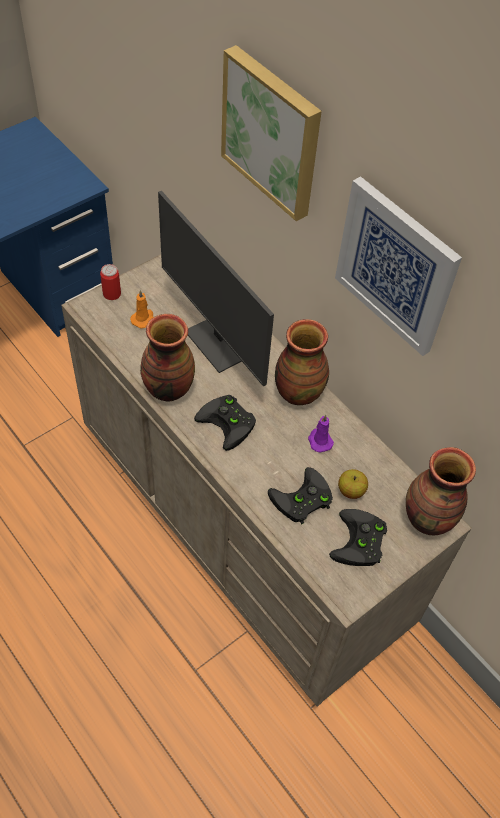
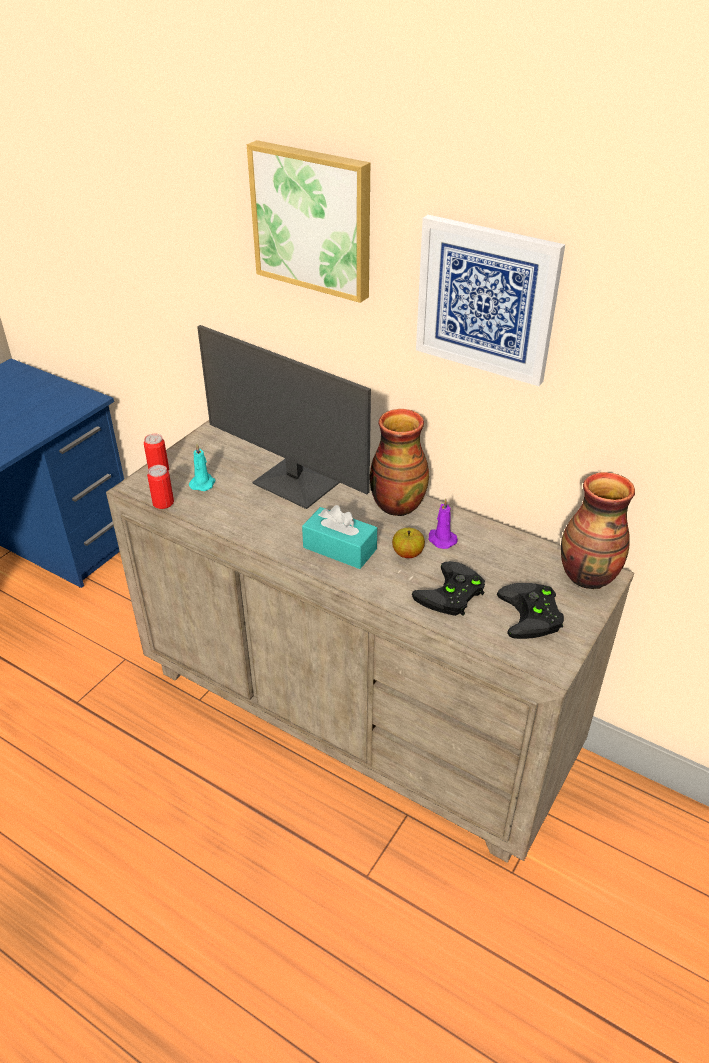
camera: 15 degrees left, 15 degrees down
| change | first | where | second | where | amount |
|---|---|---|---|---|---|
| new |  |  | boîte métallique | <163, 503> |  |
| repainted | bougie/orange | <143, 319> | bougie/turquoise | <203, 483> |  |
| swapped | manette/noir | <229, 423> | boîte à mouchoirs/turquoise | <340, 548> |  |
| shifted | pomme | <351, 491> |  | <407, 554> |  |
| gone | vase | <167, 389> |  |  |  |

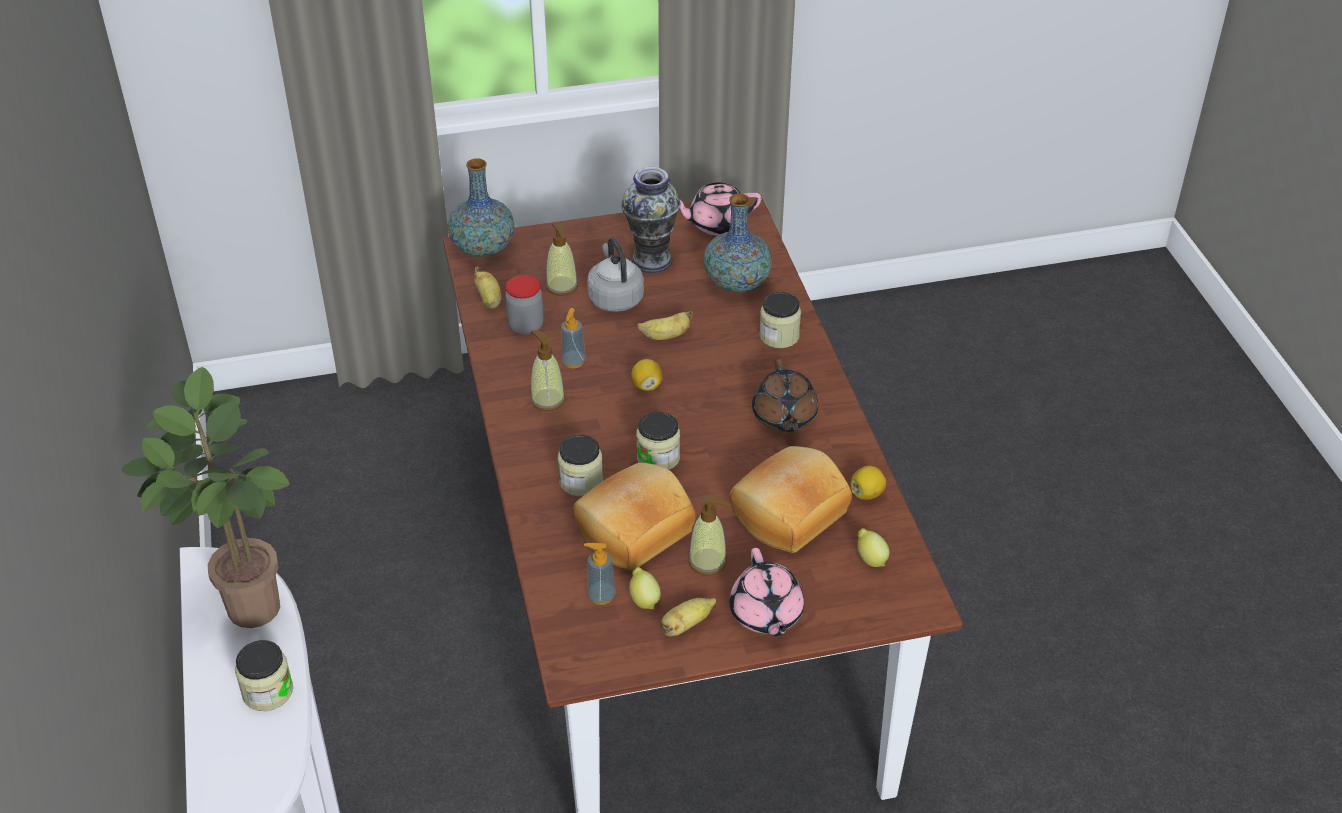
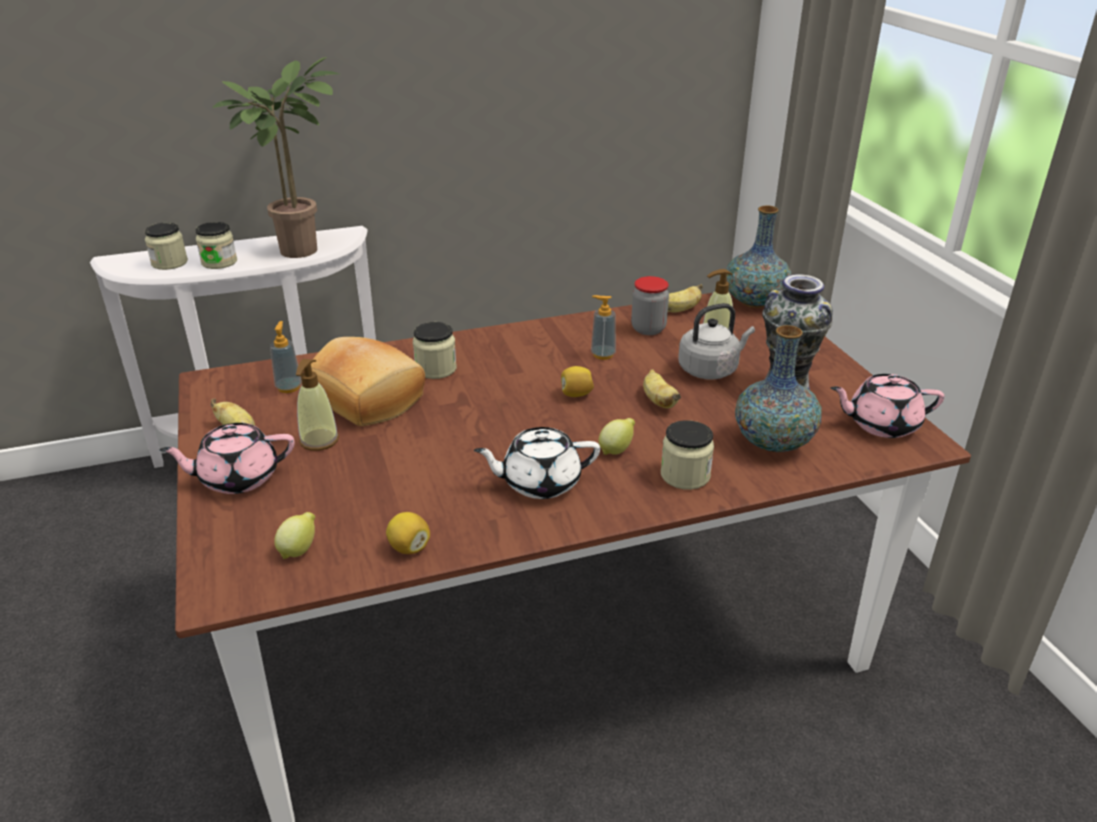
camera: 85 degrees right, 10 degrees down
| change | first | where | second | where | amount |
|---|---|---|---|---|---|
| shifted | bocal | <658, 458> |  | <169, 263> |  |
| repainted | théière/marron | <784, 417> | théière/blanc | <539, 482> |  |
| shifted | citron | <643, 599> |  | <616, 450> |  |
| rotated | théière/rose | <716, 223> |  | <881, 424> | 75 degrees counterclockwise |
| gone | distributeur de savon | <547, 399> |  |  |  |
| gone | pain | <787, 512> |  |  |  |

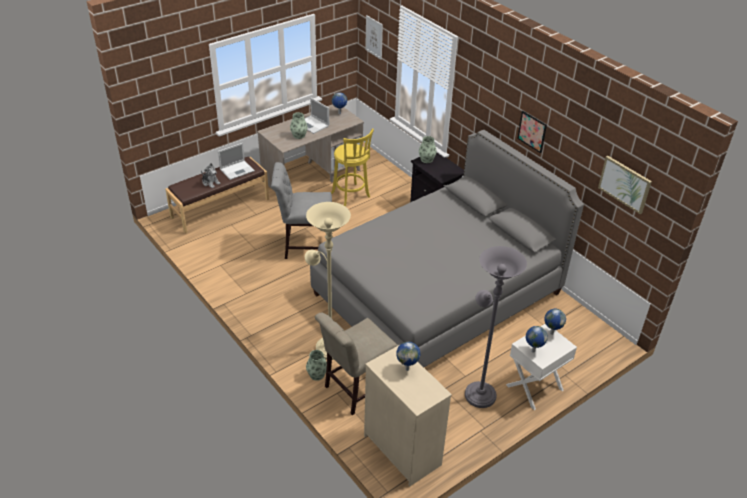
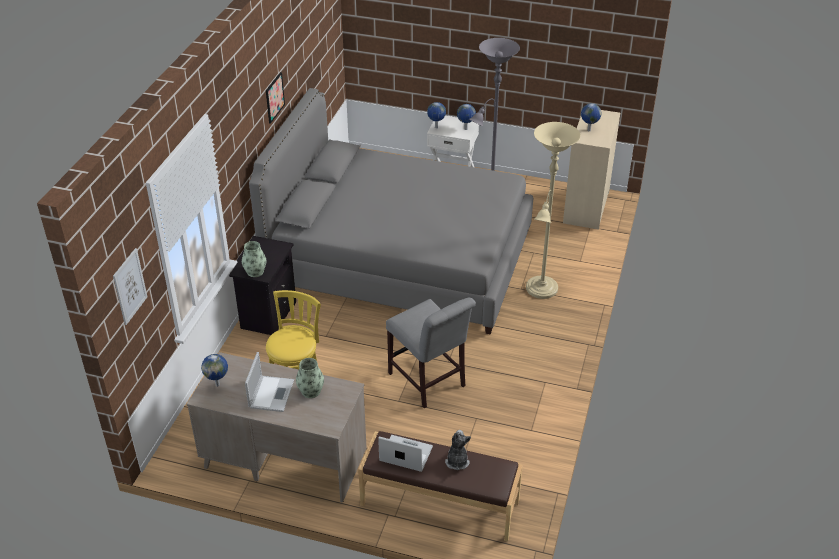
camera: 125 degrees left, 0 degrees up
| change | first | where | second | where | amount |
|---|---|---|---|---|---|
| gone | vase | <317, 375> |  |  |  |
| gone | chaise/beige | <356, 389> |  |  |  |
| gone | tableau | <625, 184> |  |  |  |

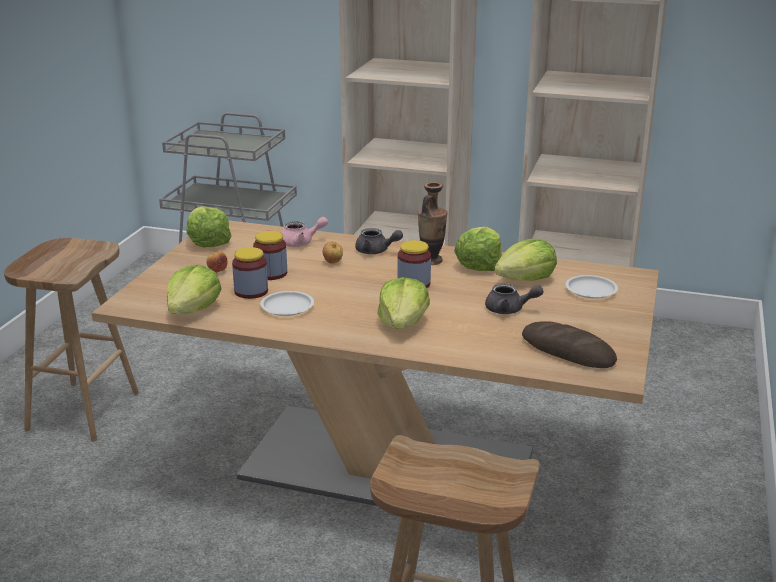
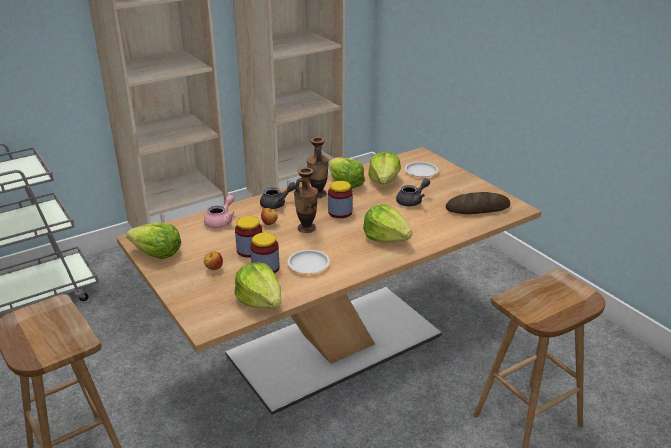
camera: 50 degrees left, 5 degrees up
| change | first | where | second | where | amount |
|---|---|---|---|---|---|
| new |  |  | vase | <306, 228> |  |

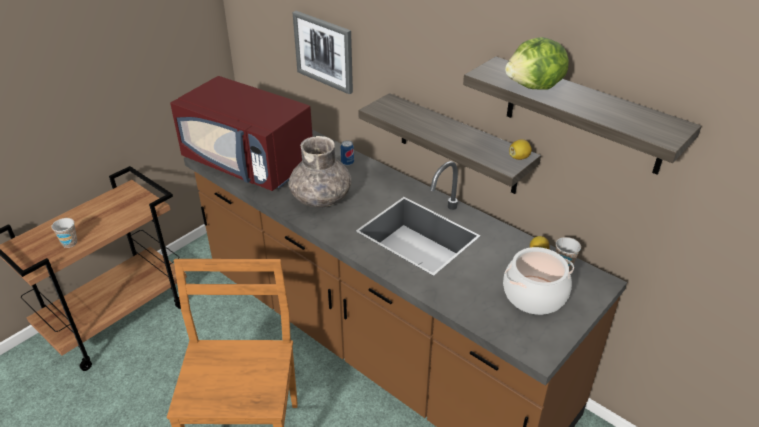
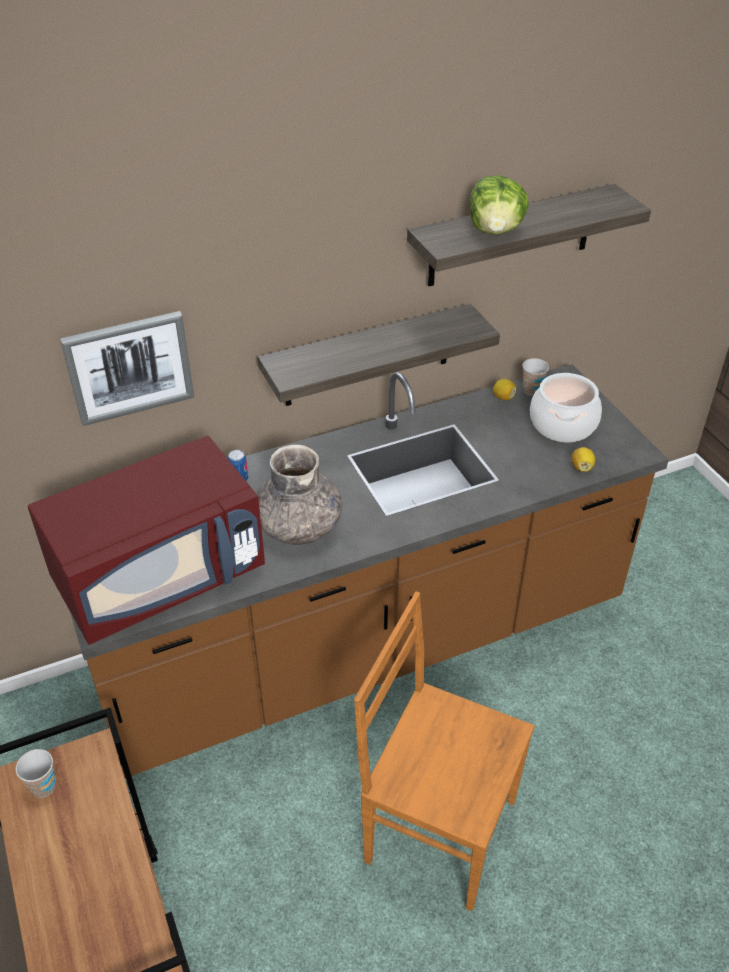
camera: 65 degrees left, 5 degrees up
| change | first | where | second | where | amount |
|---|---|---|---|---|---|
| shifted | tasse | <70, 243> |  | <43, 787> |  |
| shifted | citron | <519, 157> |  | <581, 467> |  |

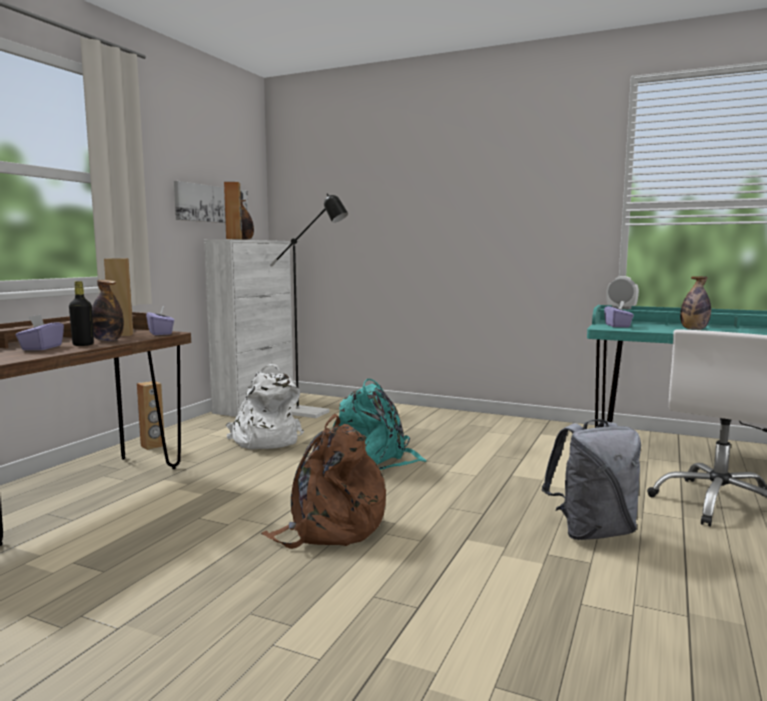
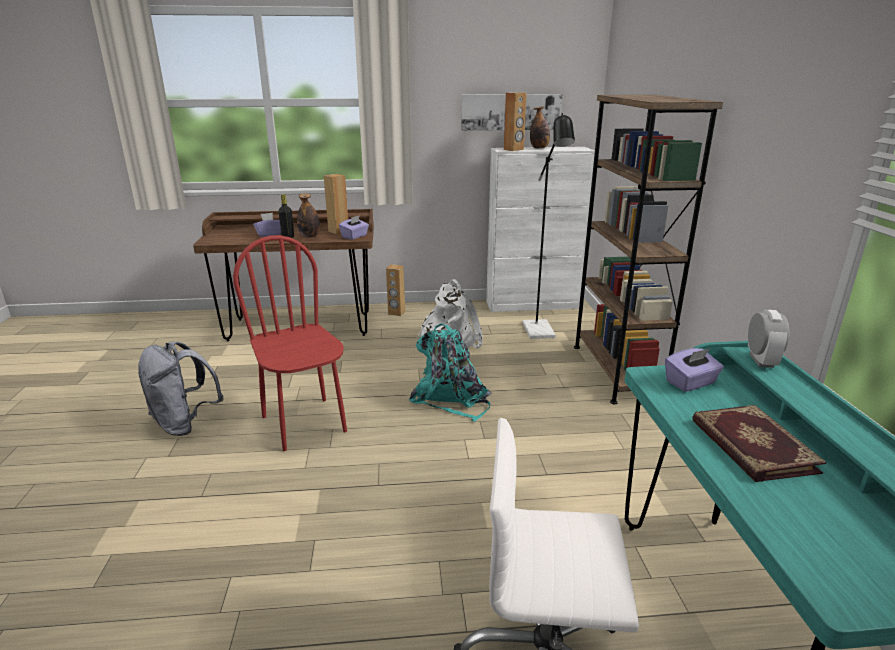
camera: 60 degrees right, 15 degrees up
| change | first | where | second | where | amount |
|---|---|---|---|---|---|
| shifted | sac à dos/gris | <592, 532> |  | <185, 424> |  |
| swapped | sac à dos/marron | <330, 528> | chaise/rouge | <304, 423> |  |
| new |  |  | bibliothèque/marron | <616, 371> |  |
| swapped | bouteille | <694, 329> | livre | <751, 446> |  |

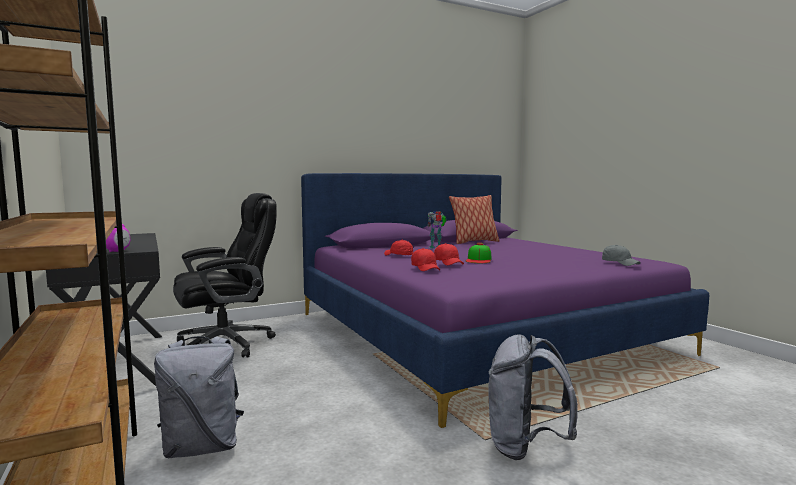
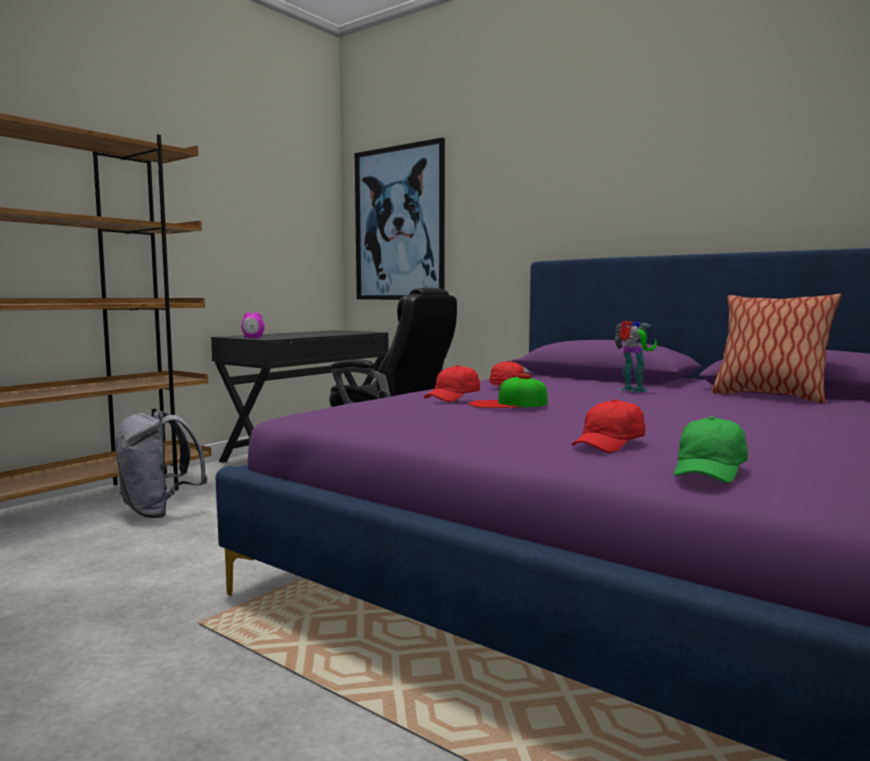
camera: 65 degrees right, 0 degrees up
| change | first | where | second | where | amount |
|---|---|---|---|---|---|
| new |  |  | tableau | <399, 224> |  |
| shifted | casquette/rouge | <425, 268> |  | <609, 444> |  |
| repainted | casquette/gris | <620, 263> | casquette/vert | <709, 471> |  |
| gone | sac à dos/gris | <525, 447> |  |  |  |

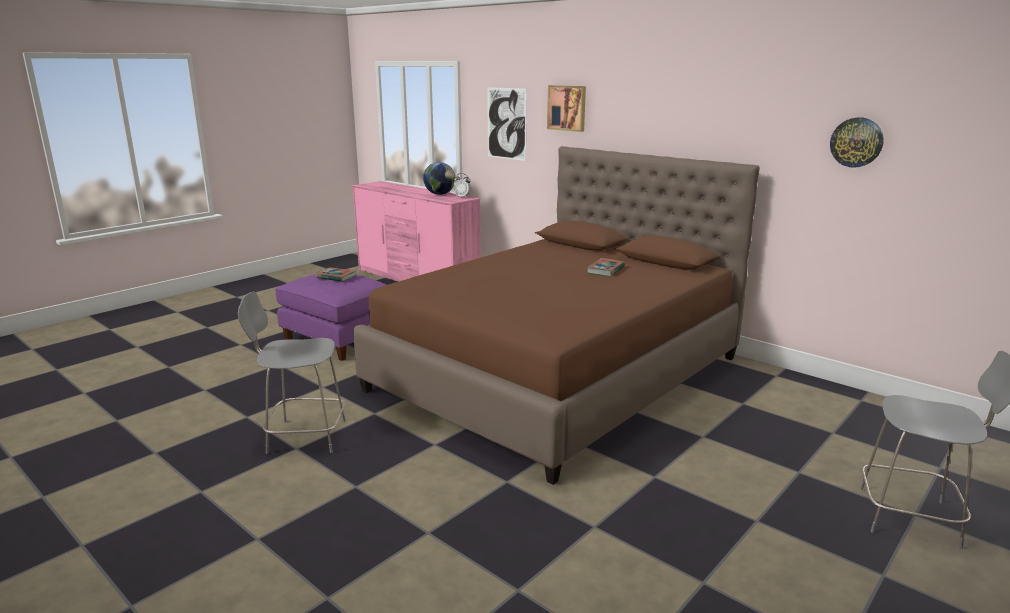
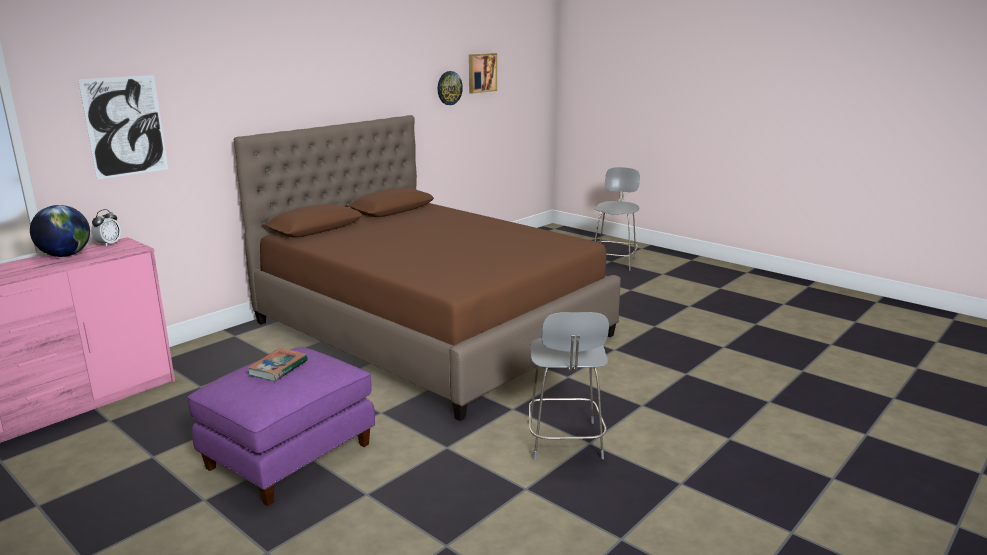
camera: 90 degrees left, 0 degrees up
| change | first | where | second | where | amount |
|---|---|---|---|---|---|
| shifted | tableau | <567, 108> |  | <481, 73> |  |
| gone | livre | <605, 270> |  |  |  |

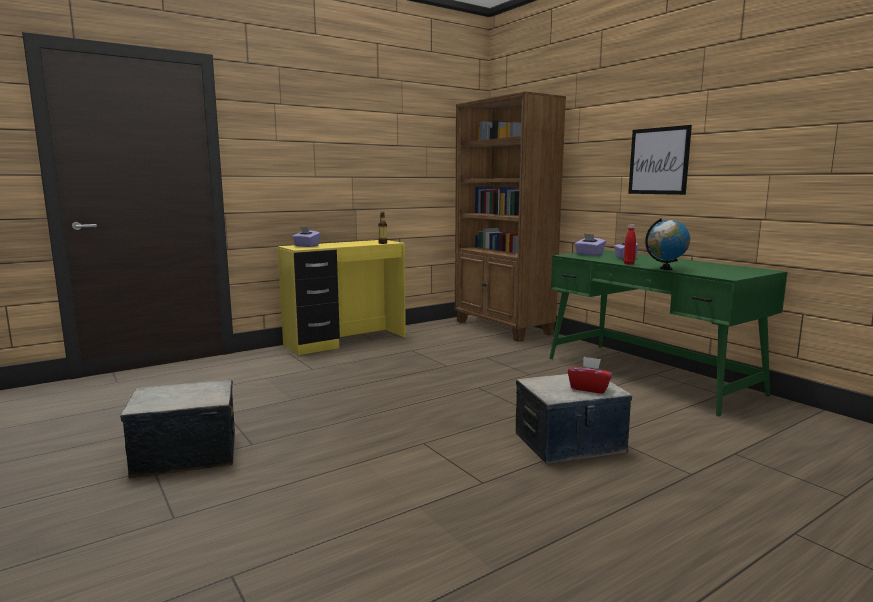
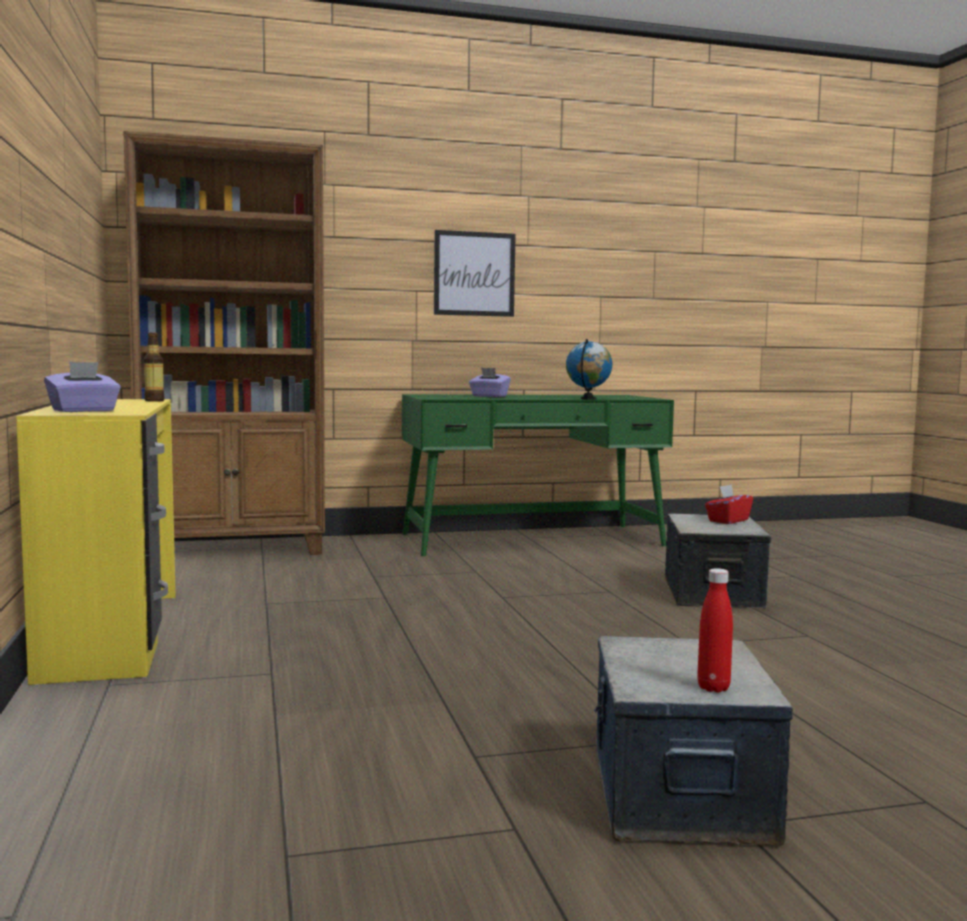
camera: 70 degrees left, 5 degrees down
| change | first | where | second | where | amount |
|---|---|---|---|---|---|
| shifted | bouteille/rouge | <628, 264> |  | <713, 688> |  |
| gone | boîte à mouchoirs/violet | <589, 254> |  |  |  |

